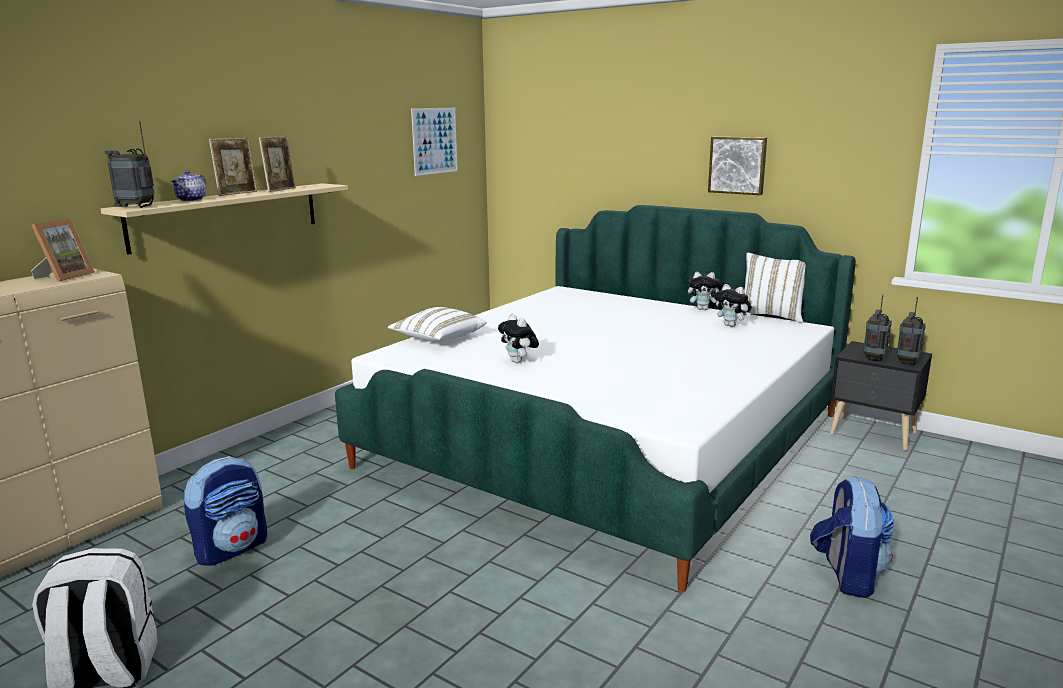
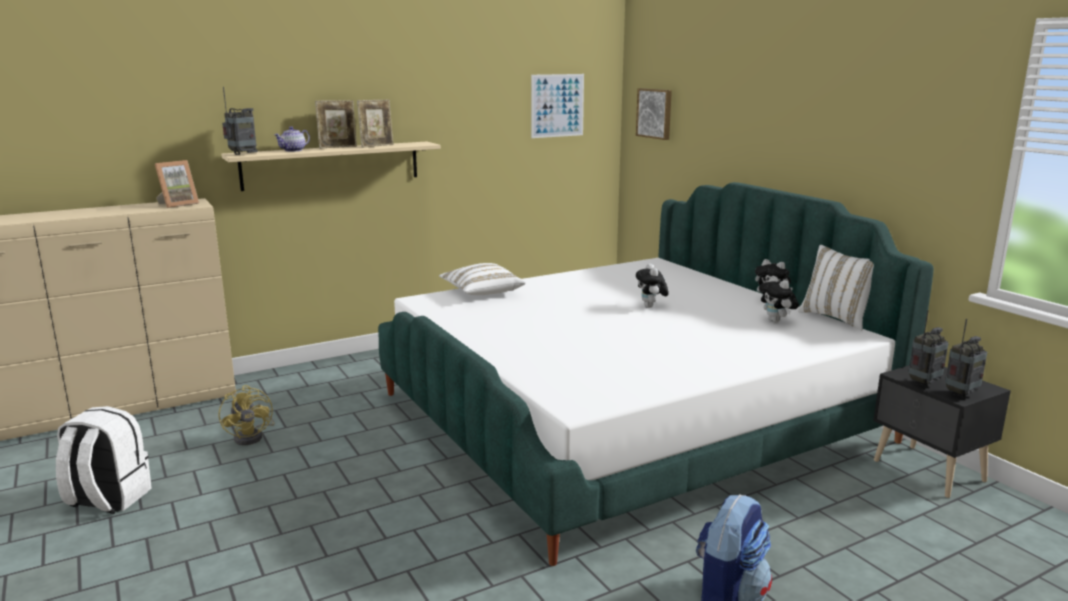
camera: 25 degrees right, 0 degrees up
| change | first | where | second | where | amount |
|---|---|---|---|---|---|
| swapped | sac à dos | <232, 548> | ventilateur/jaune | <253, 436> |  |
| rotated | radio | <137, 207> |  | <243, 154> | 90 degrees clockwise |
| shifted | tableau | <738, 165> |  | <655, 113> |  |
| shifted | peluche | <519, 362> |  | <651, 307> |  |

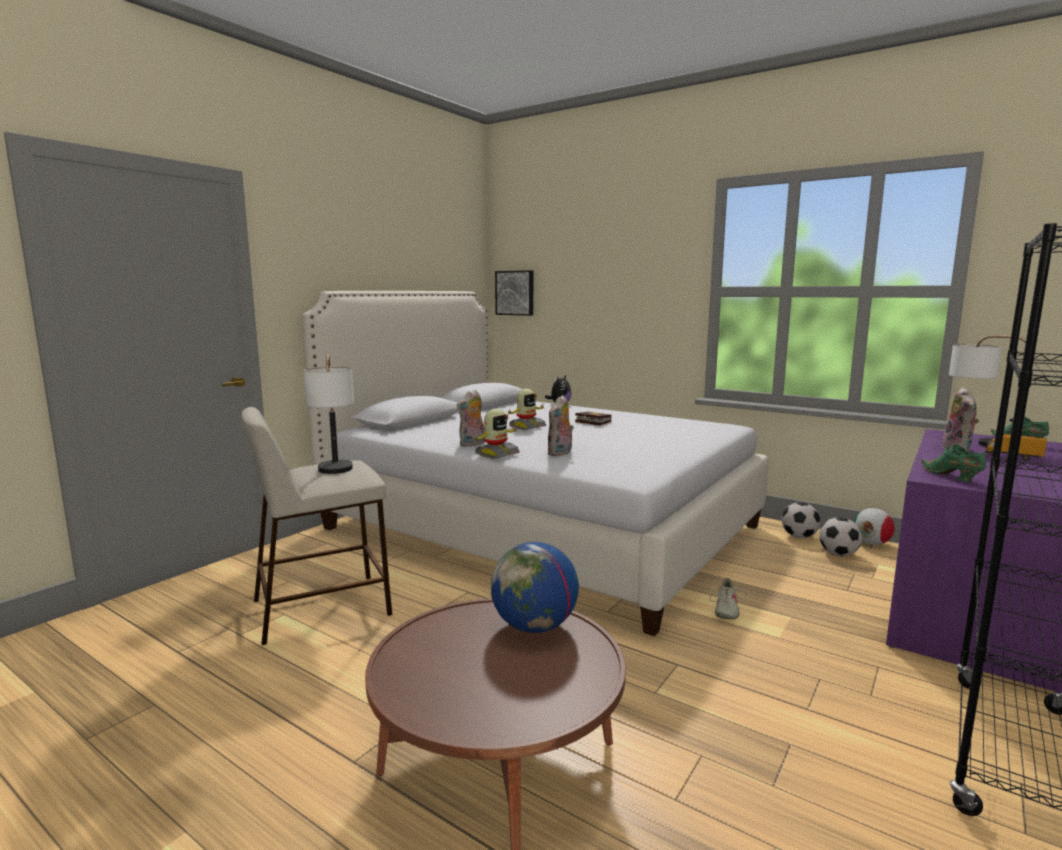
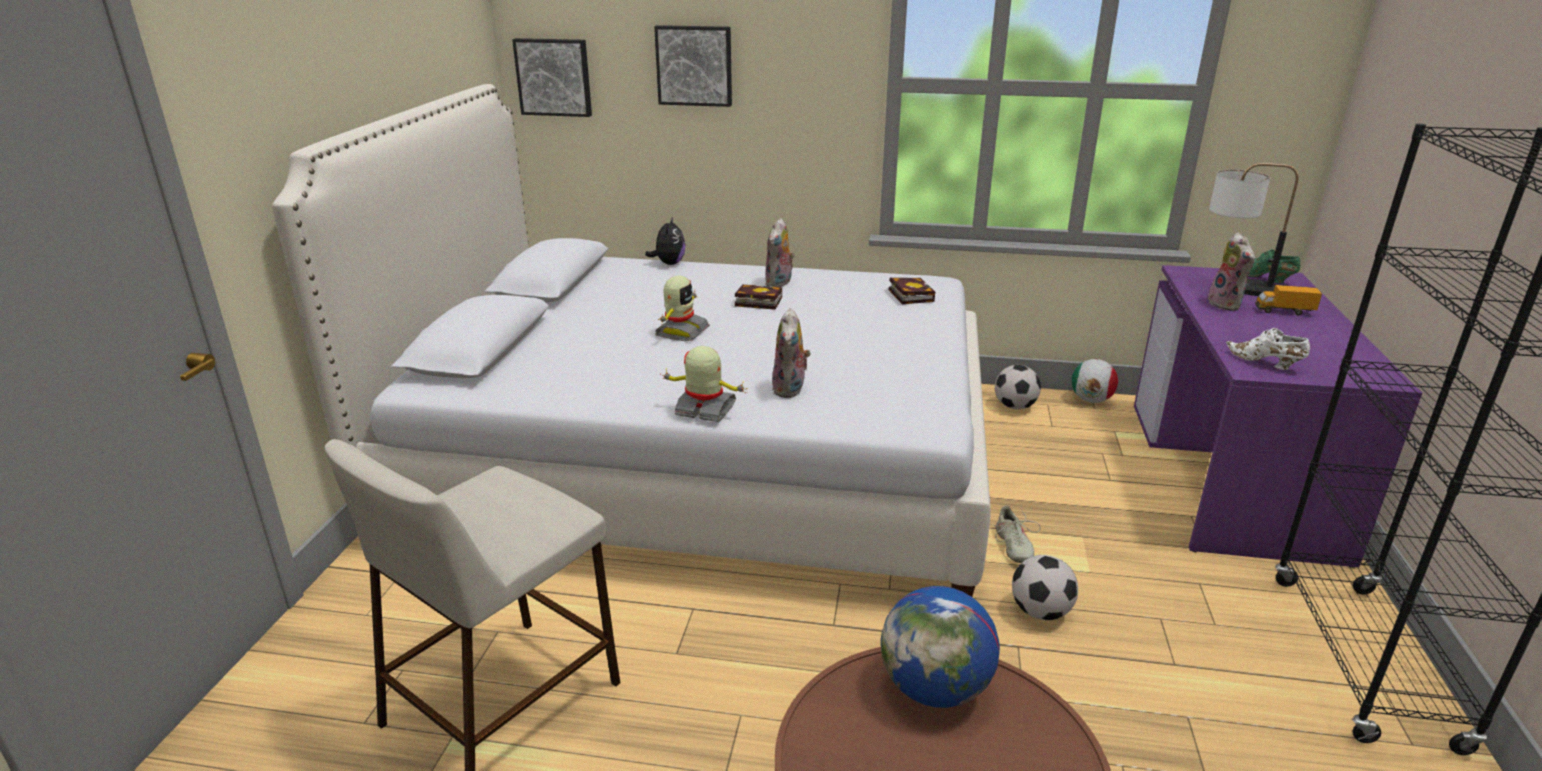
camera: 25 degrees left, 15 degrees up
| change | first | where | second | where | amount |
|---|---|---|---|---|---|
| new |  |  | tableau | <694, 65> |  |
| rotated | robot jouet | <496, 454> |  | <705, 410> | 90 degrees counterclockwise |
| shifted | peluche | <472, 444> |  | <779, 283> |  |
| new |  |  | livre | <909, 294> |  |
| shifted | ballon de foot | <838, 554> |  | <1040, 612> |  |
| repainted | chaussure/vert | <951, 477> | chaussure/blanc | <1265, 363> |  |
| gone | lampe de table | <335, 473> |  |  |  |

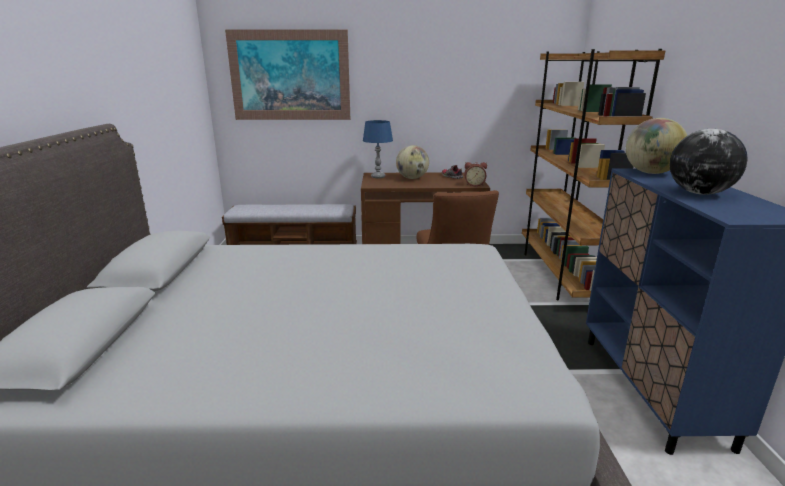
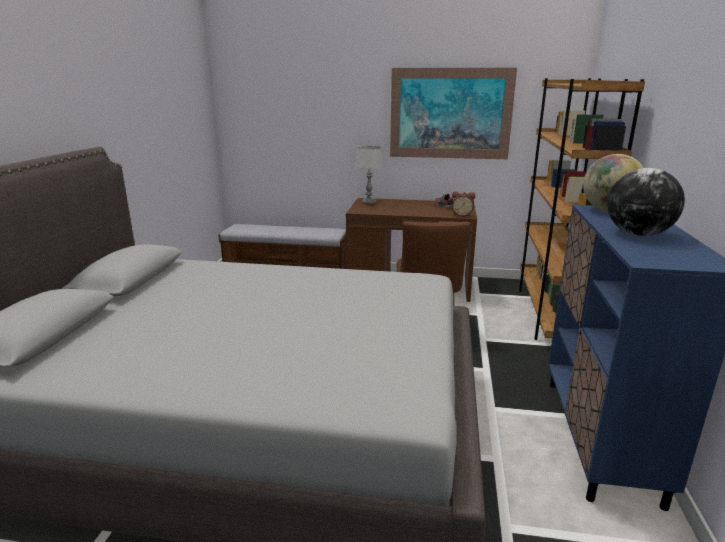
camera: 10 degrees right, 0 degrees up
| change | first | where | second | where | amount |
|---|---|---|---|---|---|
| repainted | lampe de table/bleu | <378, 177> | lampe de table/gris | <369, 202> |  |
| shifted | tableau | <290, 76> |  | <450, 114> |  |
| gone | globe | <412, 178> |  |  |  |

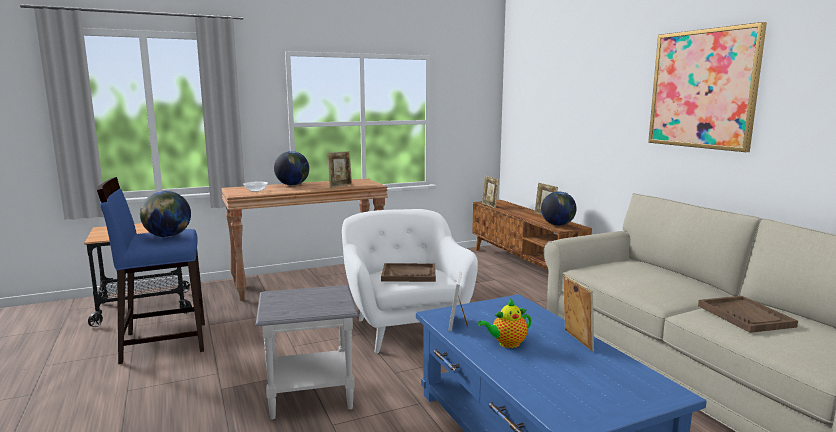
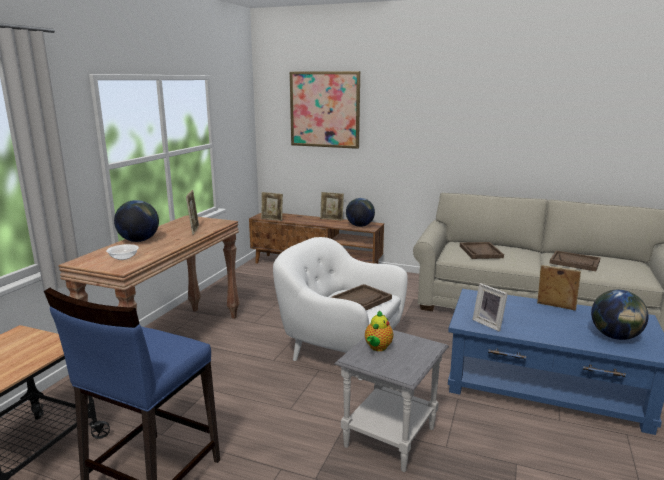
camera: 45 degrees left, 5 degrees up
| change | first | where | second | where | amount |
|---|---|---|---|---|---|
| shifted | tableau | <702, 89> |  | <324, 109> |  |
| shifted | théière | <507, 344> |  | <377, 348> |  |
| new |  |  | plateau/marron | <481, 252> |  |
| shifted | globe | <167, 236> |  | <615, 336> |  |

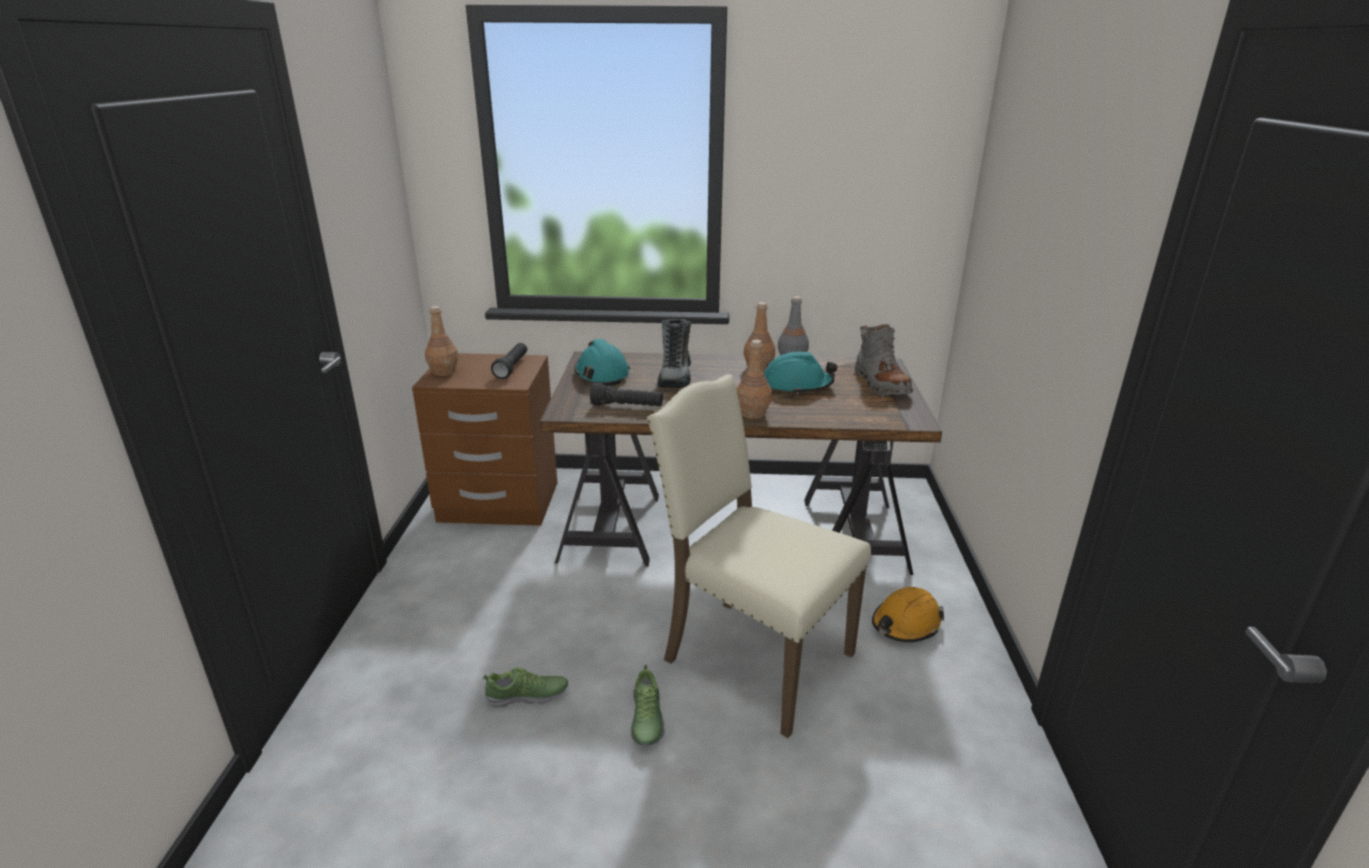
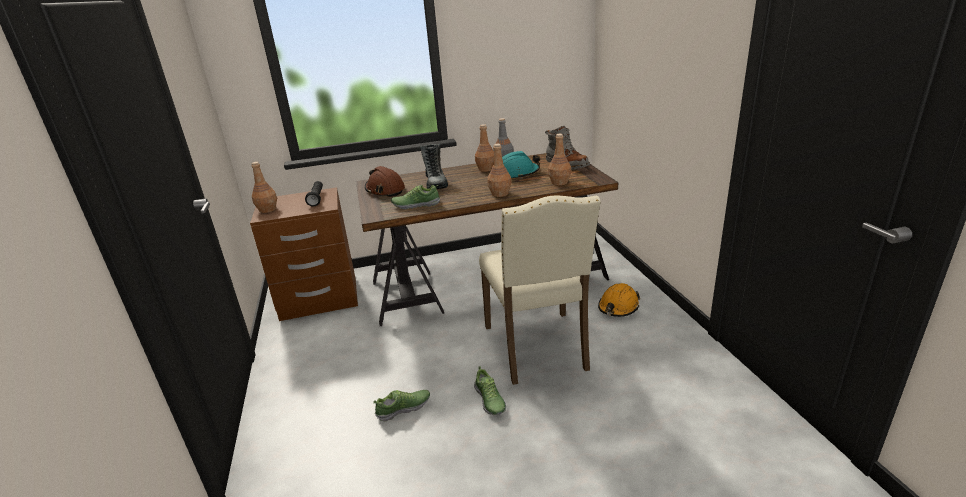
camera: 15 degrees left, 0 degrees up
| change | first | where | second | where | amount |
|---|---|---|---|---|---|
| repainted | casque de chantier/turquoise | <601, 374> | casque de chantier/marron | <385, 190> |  |
| swapped | lampe de poche/noir | <627, 406> | chaussure | <416, 205> |  |
| rotated | chaise/beige | <753, 657> |  | <538, 348> | 120 degrees counterclockwise |
| new |  |  | bouteille/marron | <559, 182> |  |

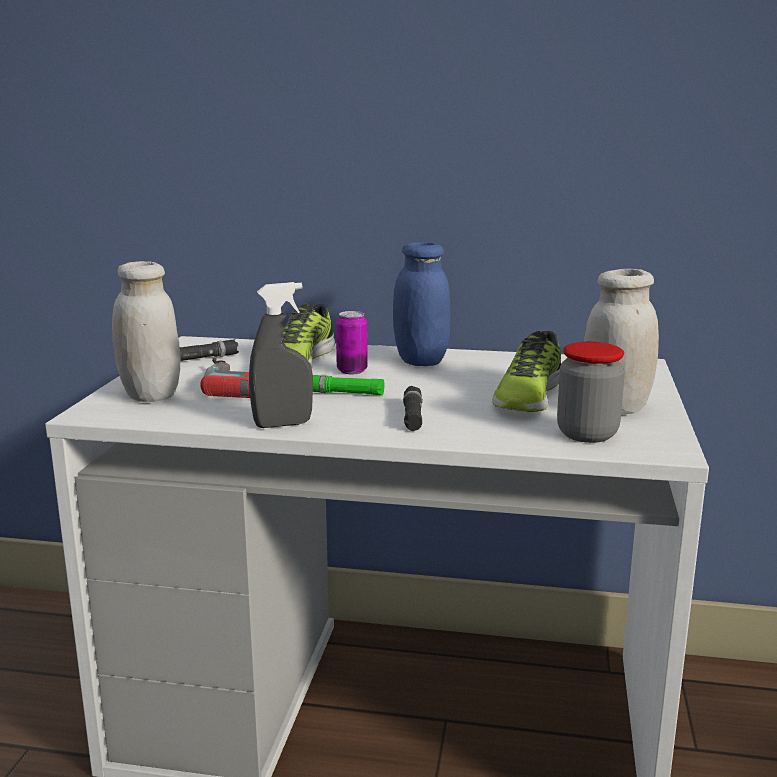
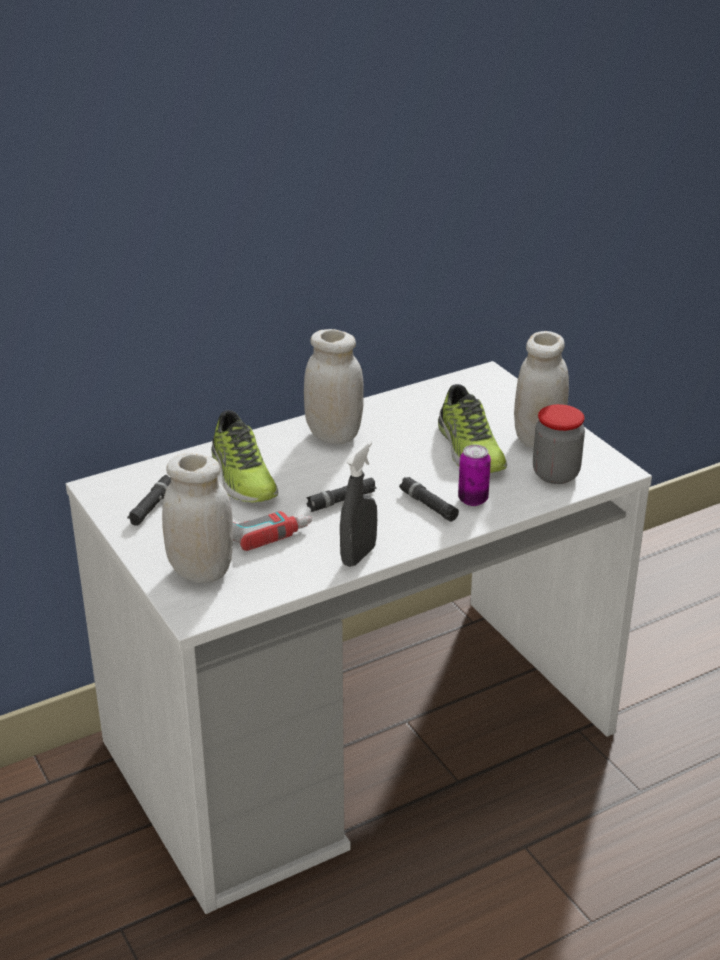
camera: 40 degrees left, 15 degrees up
| change | first | where | second | where | amount |
|---|---|---|---|---|---|
| repainted | bocal/bleu | <421, 361> | bocal/blanc | <333, 435> |  |
| repainted | lampe de poche/vert | <344, 393> | lampe de poche/noir | <341, 500> |  |
| shifted | boîte métallique | <352, 371> |  | <473, 499> |  |

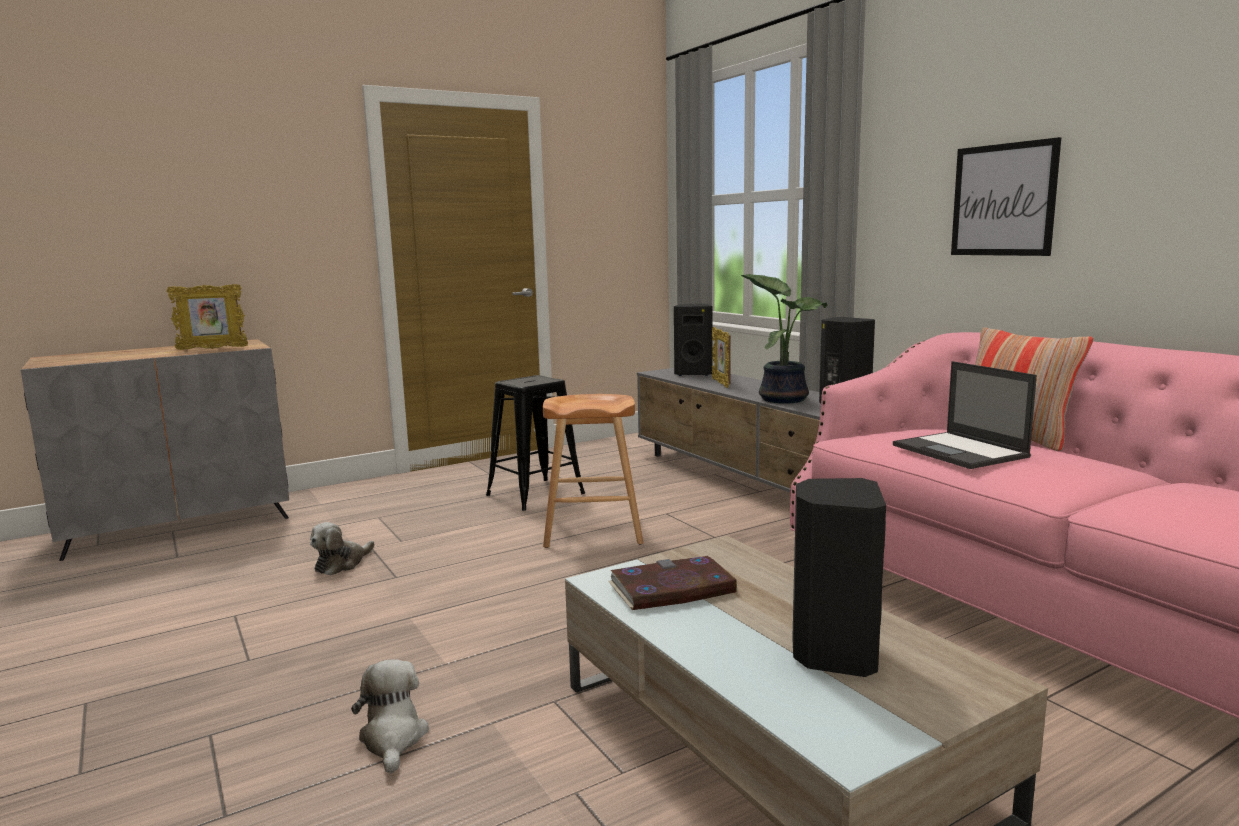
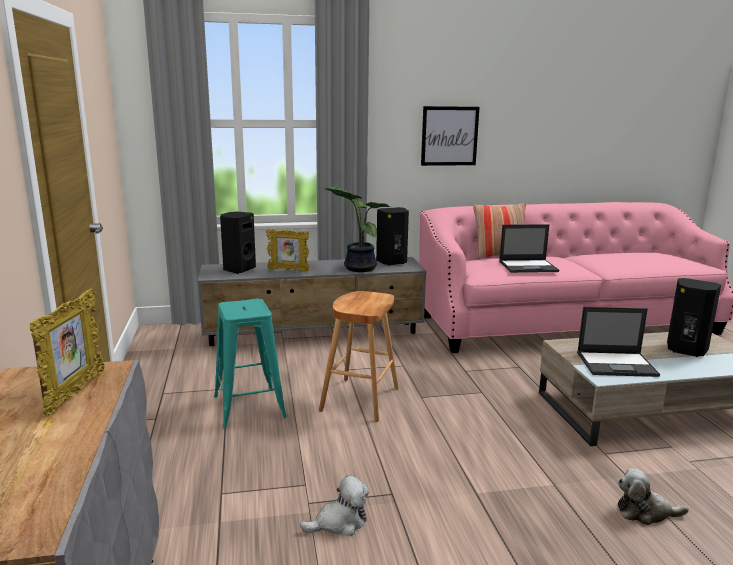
camera: 70 degrees left, 5 degrees up
| change | first | where | second | where | amount |
|---|---|---|---|---|---|
| repainted | tabouret/noir | <535, 494> | tabouret/turquoise | <249, 406> |  |
| rotated | peluche | <342, 564> |  | <339, 522> | 75 degrees counterclockwise |
| swapped | livre | <672, 589> | ordinateur portable | <617, 364> |  |

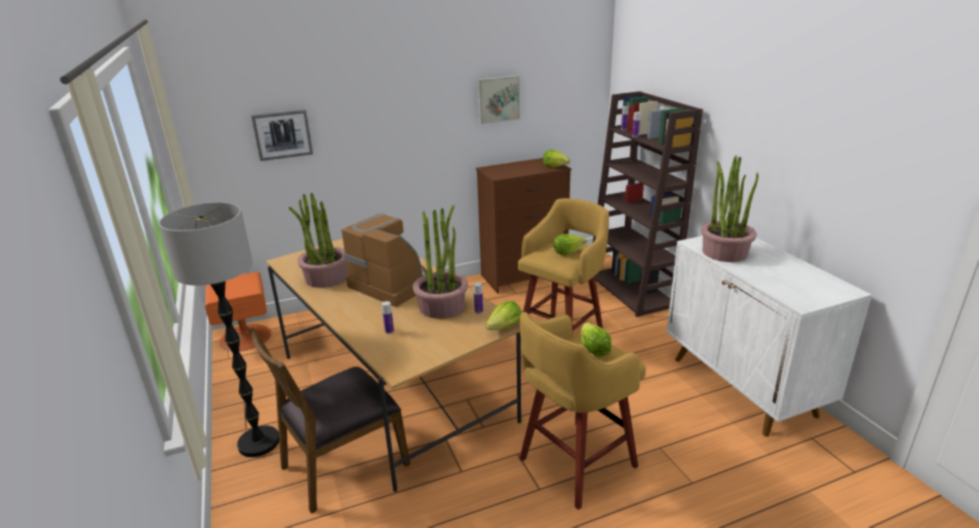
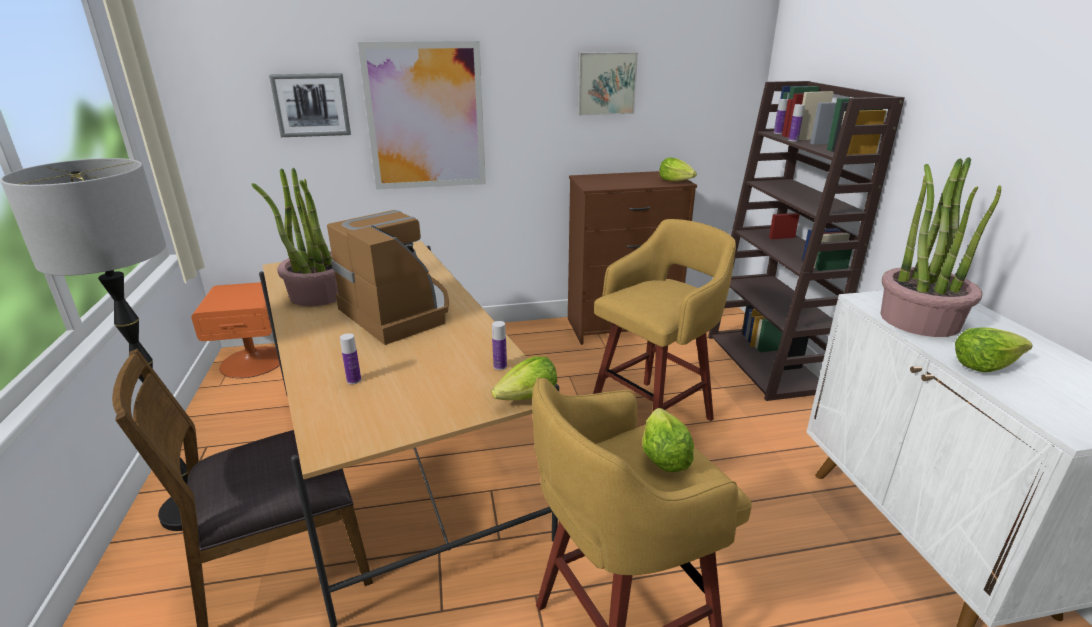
camera: 10 degrees right, 0 degrees up
| change | first | where | second | where | amount |
|---|---|---|---|---|---|
| new |  |  | tableau | <425, 117> |  |
| shifted | laitue | <568, 251> |  | <984, 365> |  |
| gone | plante en pot | <442, 306> |  |  |  |

